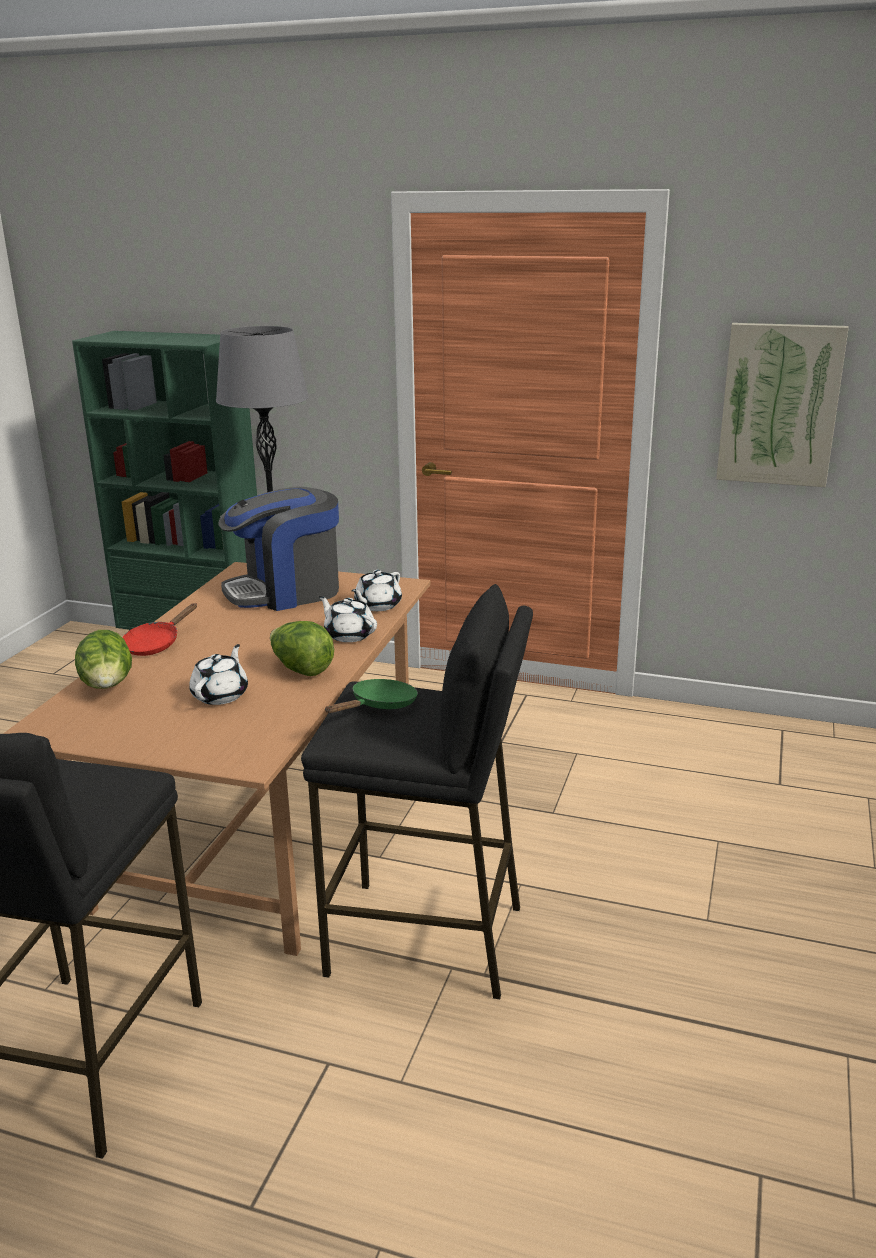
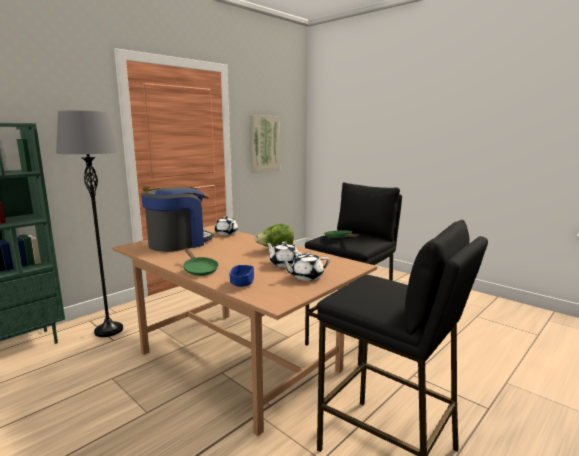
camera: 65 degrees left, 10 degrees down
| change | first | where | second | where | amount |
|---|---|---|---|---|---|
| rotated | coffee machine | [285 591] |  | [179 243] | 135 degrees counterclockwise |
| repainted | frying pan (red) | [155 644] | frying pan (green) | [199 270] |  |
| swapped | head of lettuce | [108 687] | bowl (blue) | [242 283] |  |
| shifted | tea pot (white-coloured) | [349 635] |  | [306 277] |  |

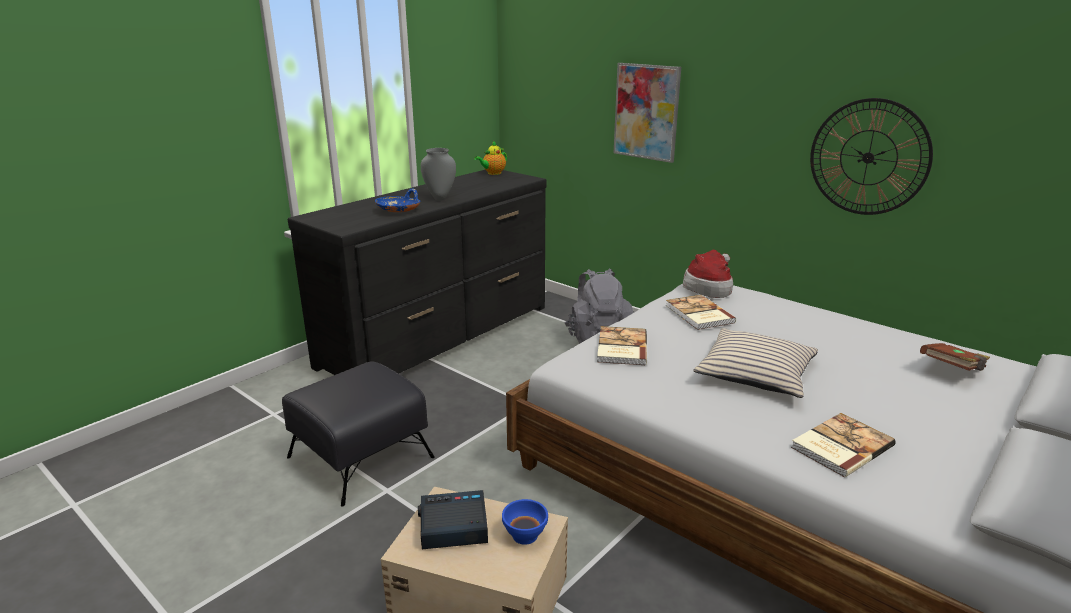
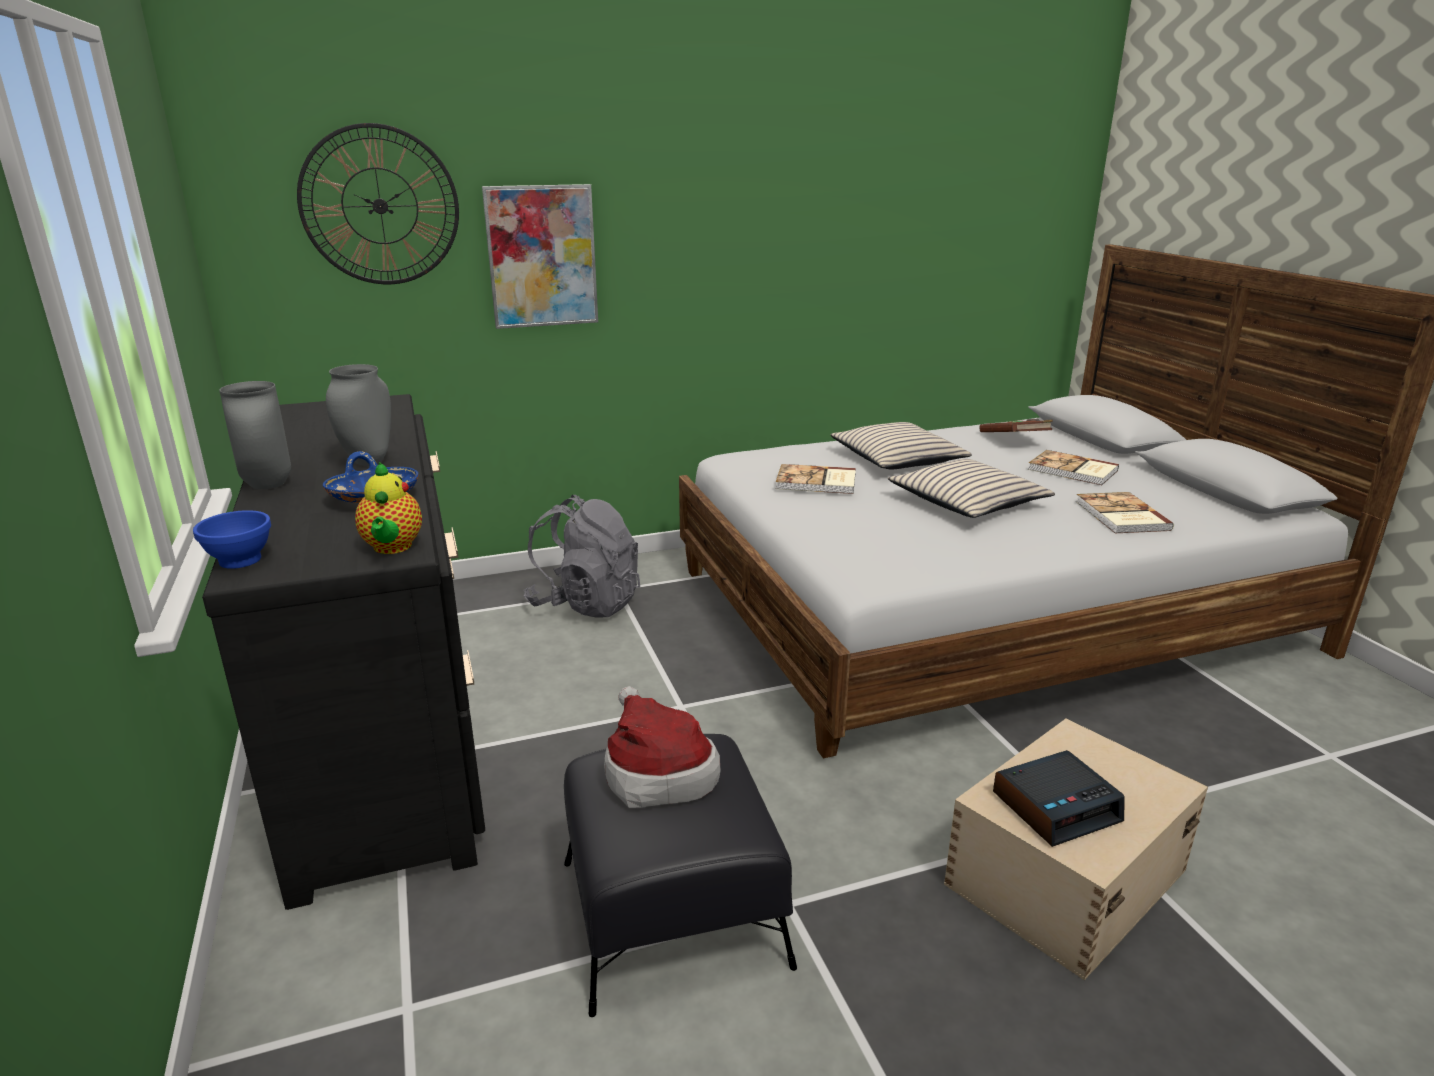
camera: 60 degrees left, 0 degrees up
| change | first | where | second | where | amount |
|---|---|---|---|---|---|
| shifted | bowl (blue) | [525 535] |  | [240 560] |  |
| new |  |  | vase (greyish) | [269 485] |  |
| shifted | wall clock | [868 157] |  | [380 206] |  |
| shifted | tea pot | [493 173] |  | [392 548] |  |
| shifted | clothing hat | [709 287] |  | [657 773] |  |
| new |  |  | pillow (sand-coloured) | [897 459] |  |
| rotated | alarm clock | [453 527] |  | [1056 806] | 135 degrees counterclockwise |
| shifted | book | [620 348] |  | [1073 470] |  |

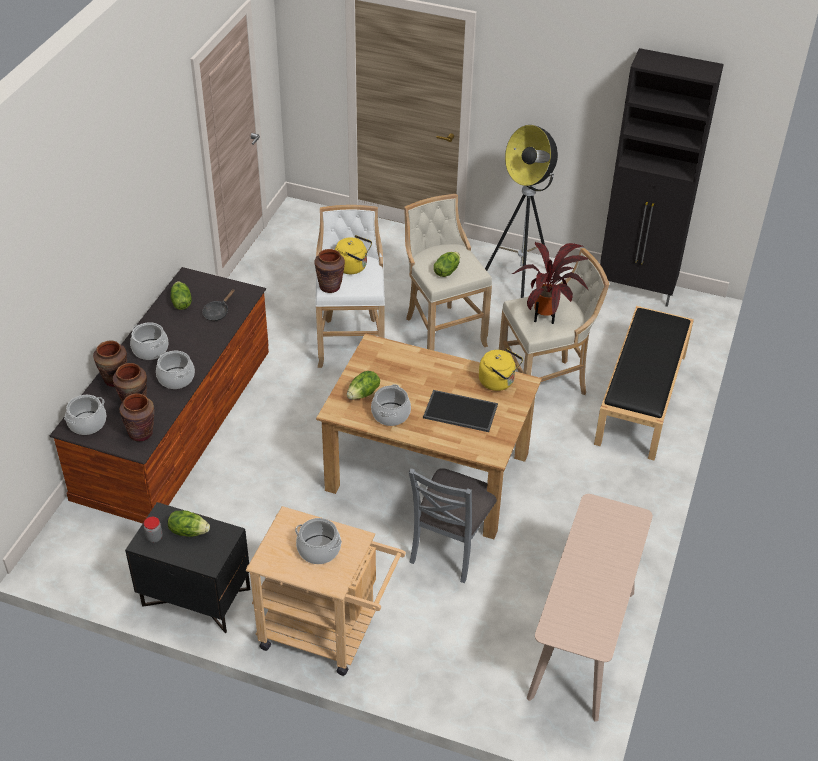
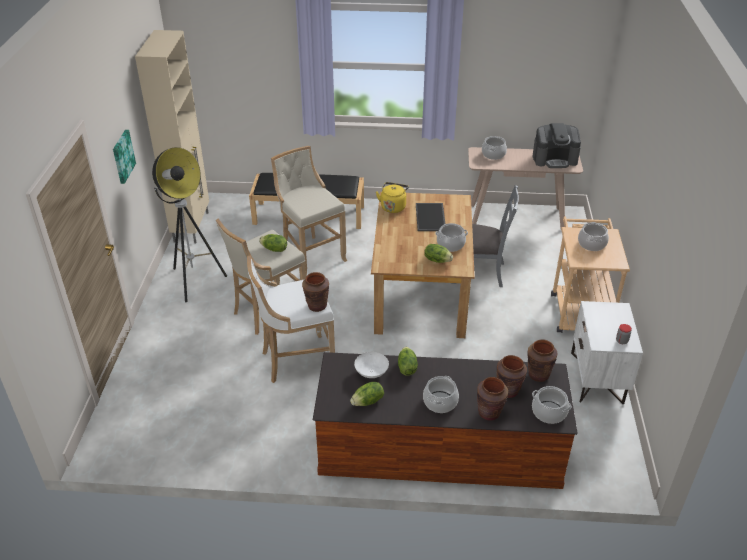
camera: 105 degrees left, 5 degrees down
| change | first | where | second | where | amount |
|---|---|---|---|---|---|
| new |  |  | picture | [122 156] |  |
| repainted | cabinet (black-coloured) | [637 290] | cabinet (sand-coloured) | [192 226] |  |
| swapped | frying pan (black-coloured) | [217 312] | bowl (white-coloured) | [371 373] |  |
| shifted | head of lettuce | [188 531] |  | [406 368] |  |
| shifted | saucepot | [176 378] |  | [493 154] |  |
| new |  |  | coffee machine | [554 159] |  |
| repainted | night table (black-coloured) | [195 598] | night table (white-coloured) | [597 378] |  |
| gone | kettle (yellow-coloured) | [353 267] |  |  |  |
| gone | potted plant | [547 318] |  |  |  |

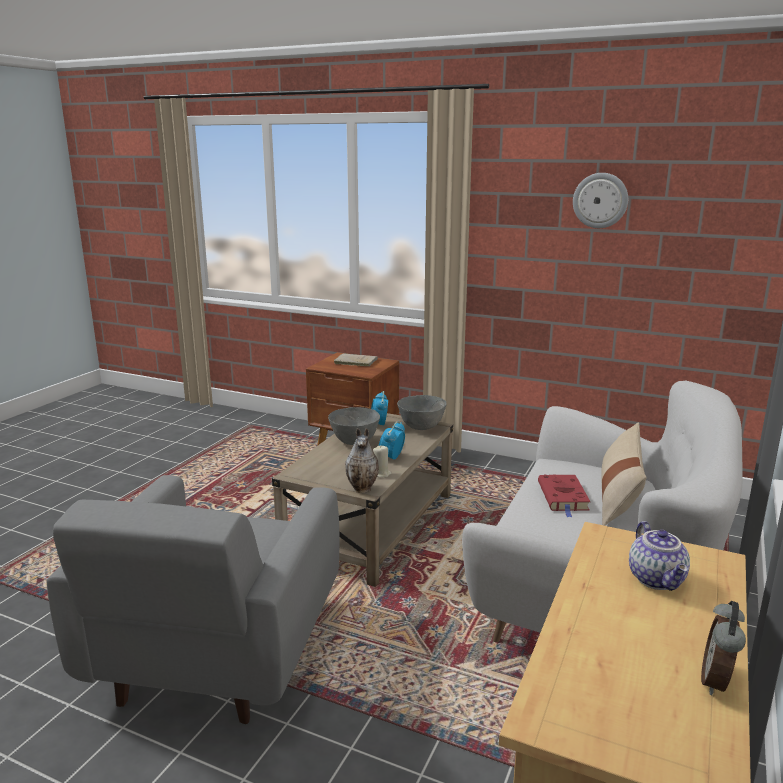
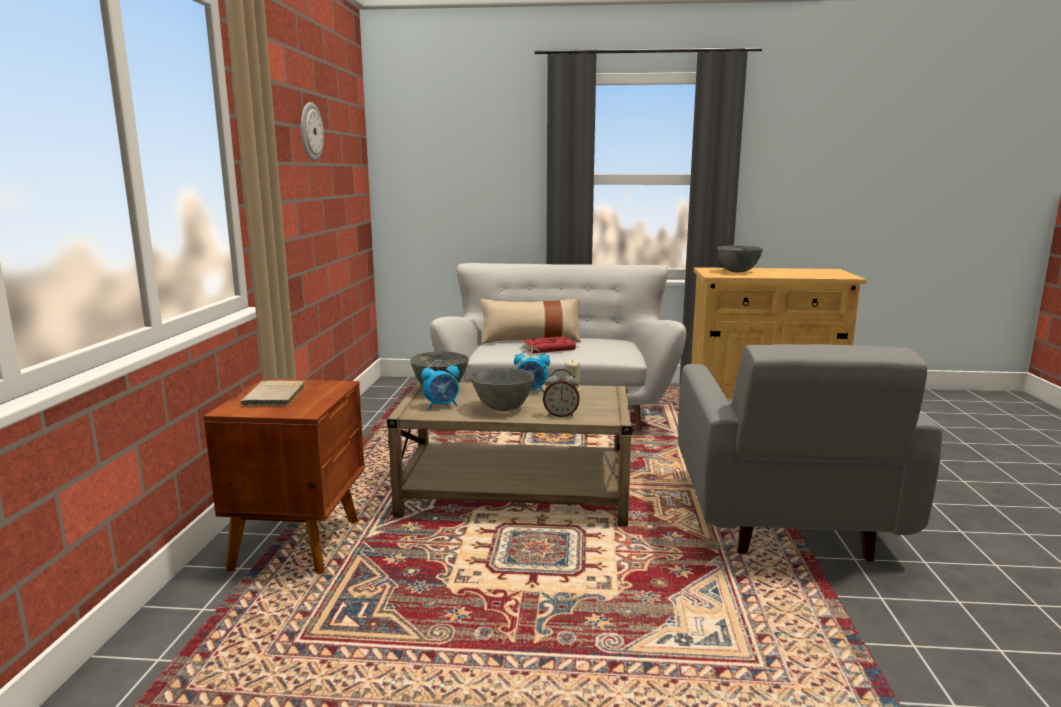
camera: 110 degrees left, 5 degrees down
| change | first | where | second | where | amount |
|---|---|---|---|---|---|
| shifted | alarm clock | [717 682] |  | [561 415] |  |
| rotated | easy chair (greyish) | [216 653] |  | [782 518] | 105 degrees clockwise |
| swapped | tea pot | [657 579] | bowl (greyish) | [737 271] |  |
| gone | vase | [363 489] |  |  |  |

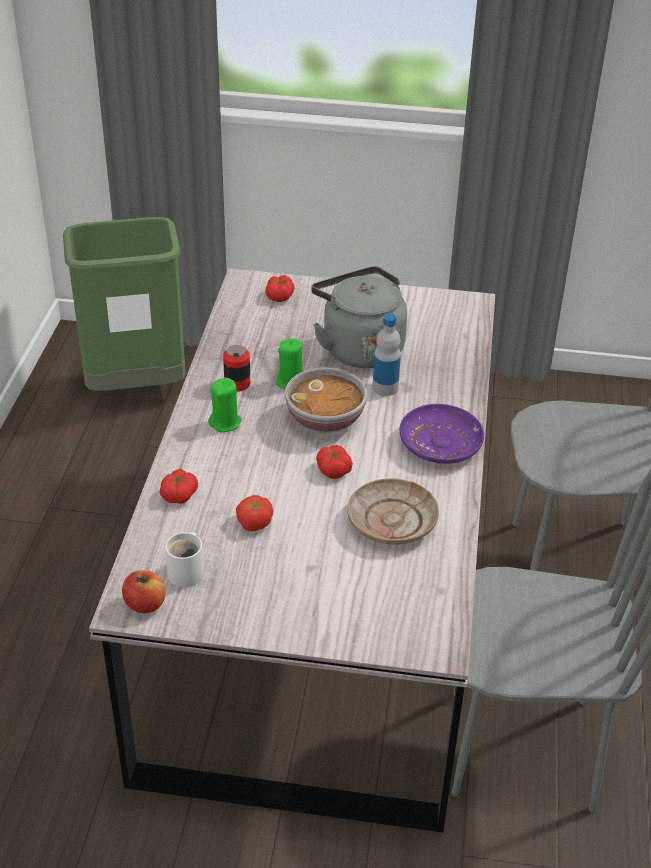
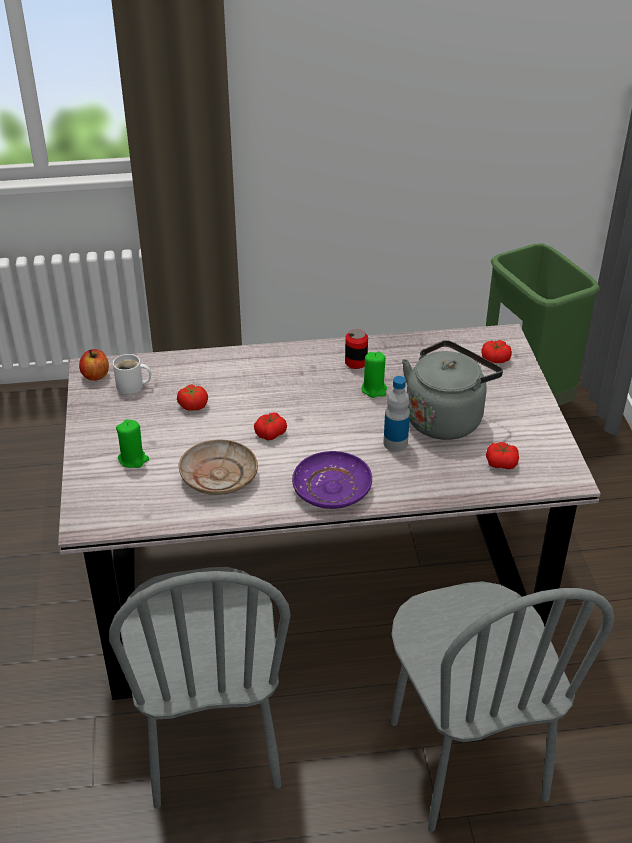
camera: 75 degrees right, 0 degrees up
| change | first | where | second | where | amount |
|---|---|---|---|---|---|
| shifted | candle (green) | [225 423] |  | [133 459] |  |
| shifted | fresh tomato | [179 494] |  | [501 463] |  |
| gone | bowl | [326 420] |  |  |  |

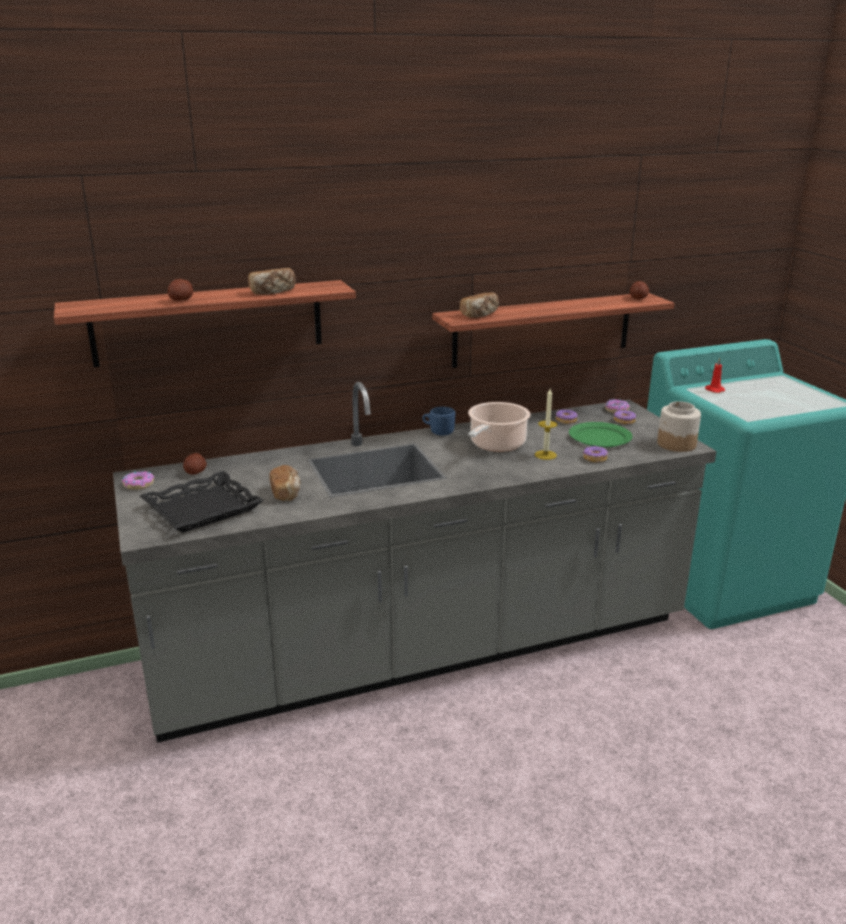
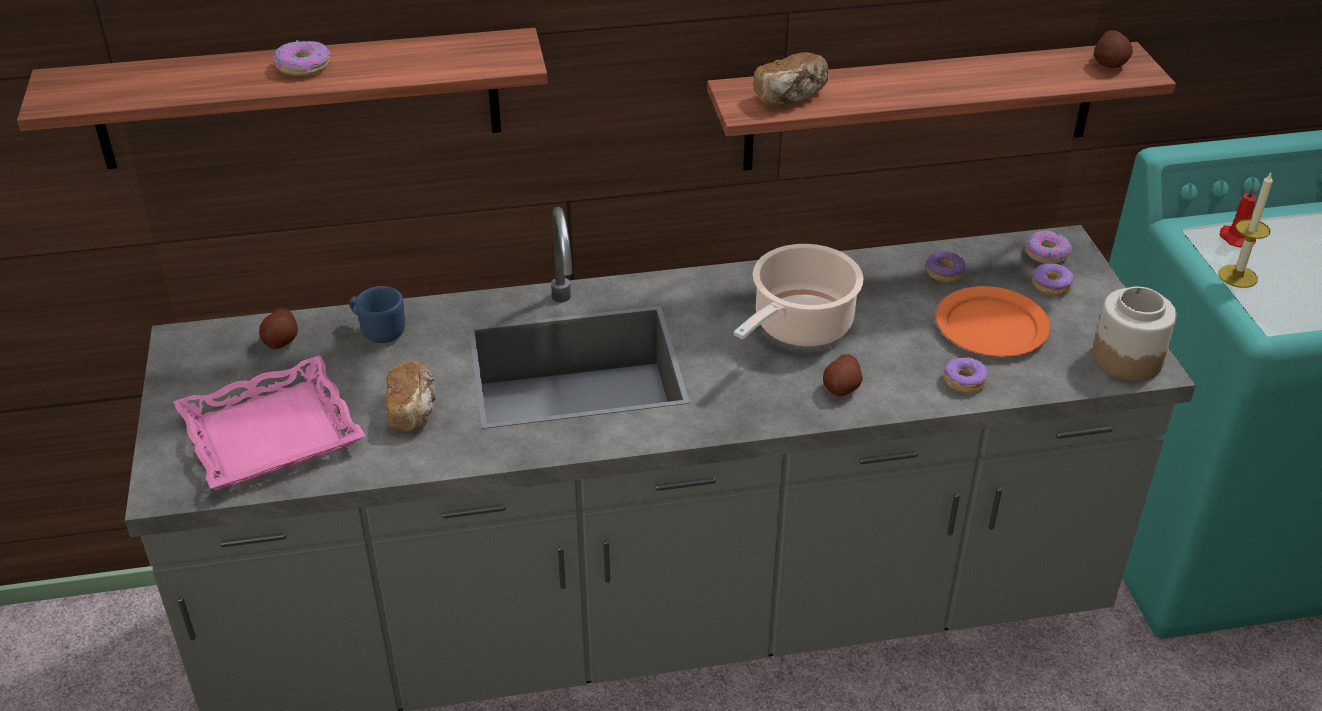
camera: 10 degrees right, 15 degrees up
| change | first | where | second | where | amount |
|---|---|---|---|---|---|
| repainted | serving tray (black-coloured) | [202 509] | serving tray (pink-coloured) | [271 434] |  |
| shifted | doughnut | [139 484] |  | [303 66] |  |
| shifted | mug (blue) | [438 432] |  | [378 330] |  |
| shifted | spud | [182 300] |  | [841 388] |  |
| repainted | flat dish (green) | [600 438] | flat dish (orange-coloured) | [992 327] |  |
| shifted | candle | [545 455] |  | [1237 276] |  |
| gone | bread | [273 292] |  |  |  |

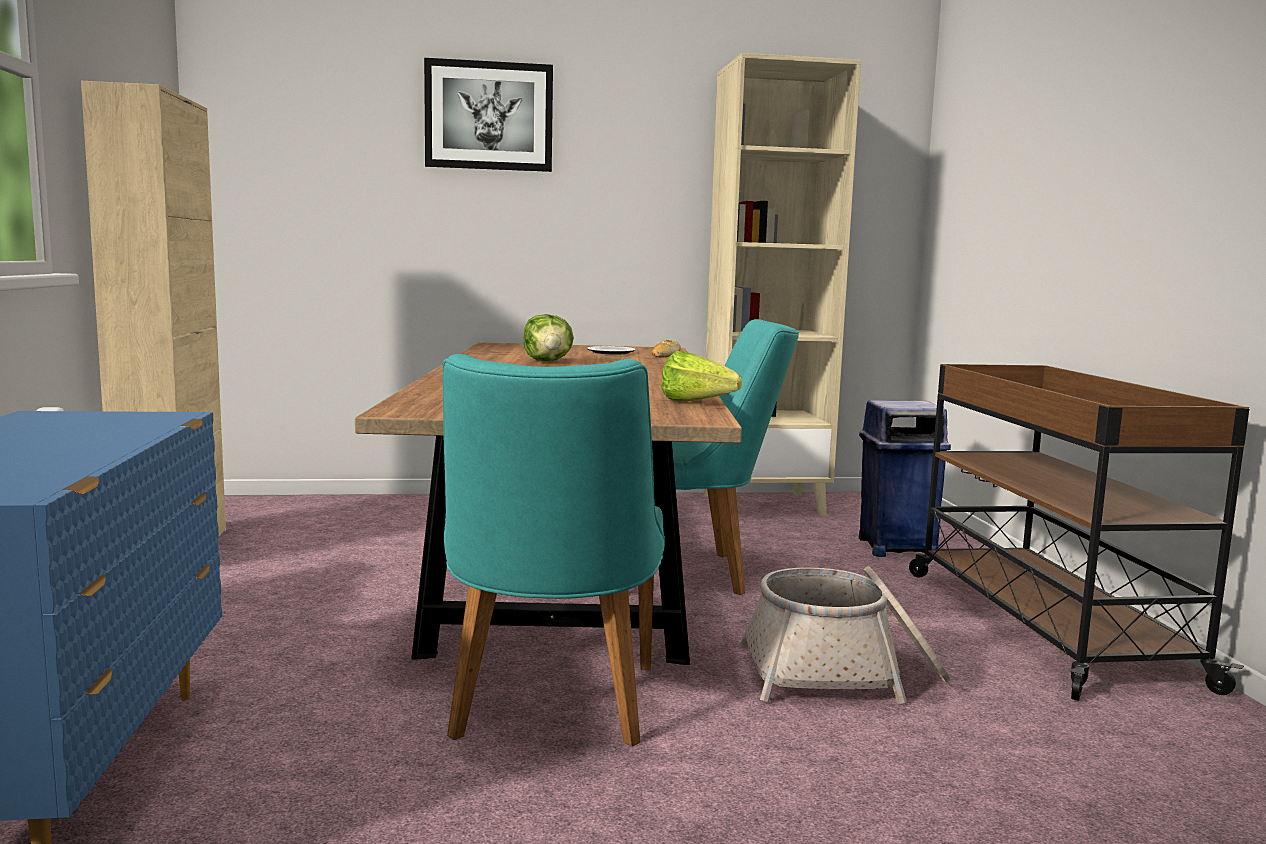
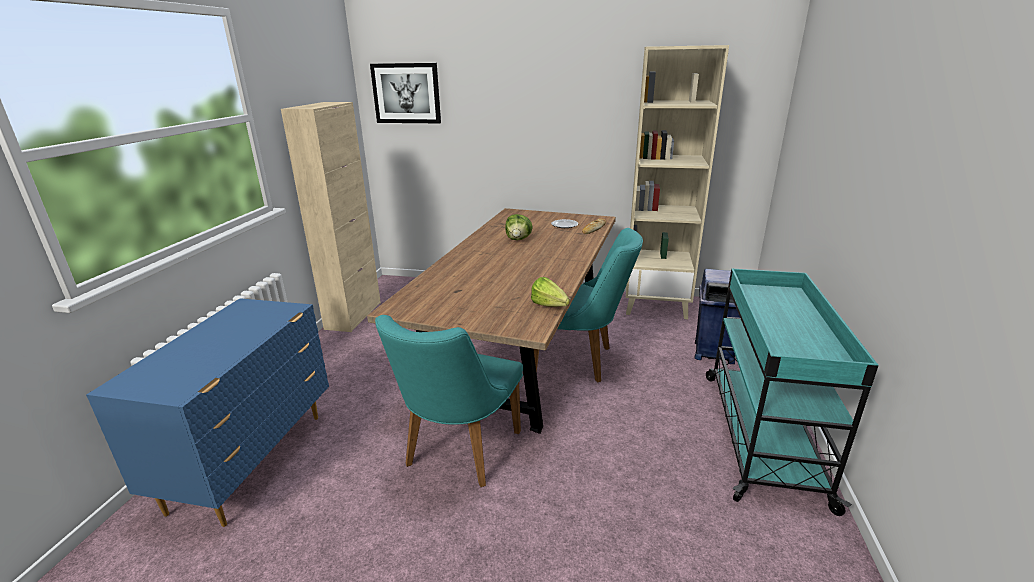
camera: 20 degrees right, 15 degrees up
| change | first | where | second | where | amount |
|---|---|---|---|---|---|
| shifted | picture | [489 116] |  | [406 93] |  |
| repainted | cart (brown-coloured) | [1043 624] | cart (turquoise-coloured) | [760 433] |  |
| gone | basket | [843 674] |  |  |  |

